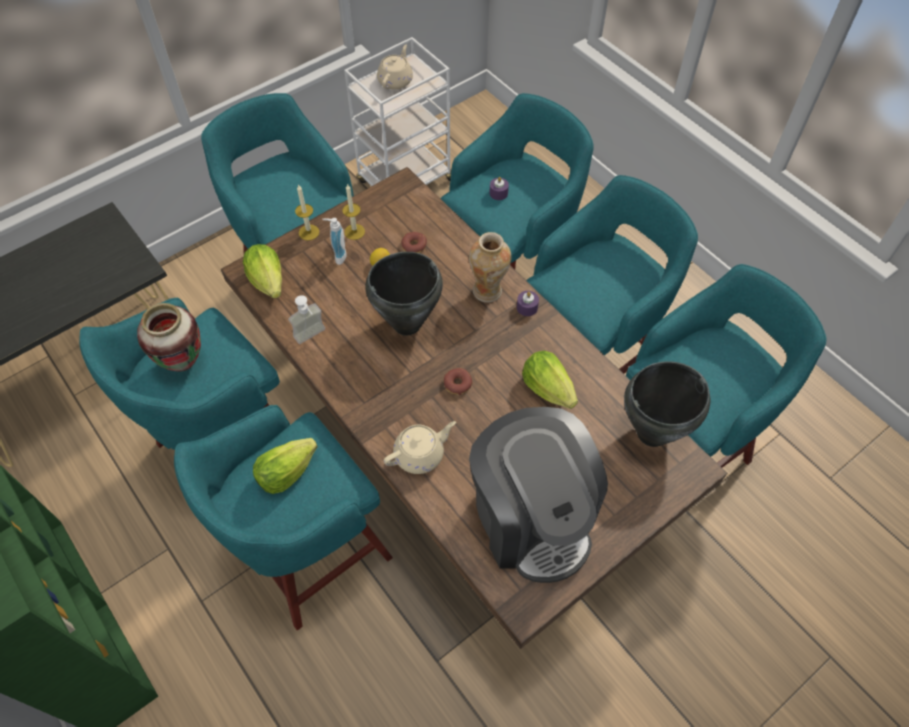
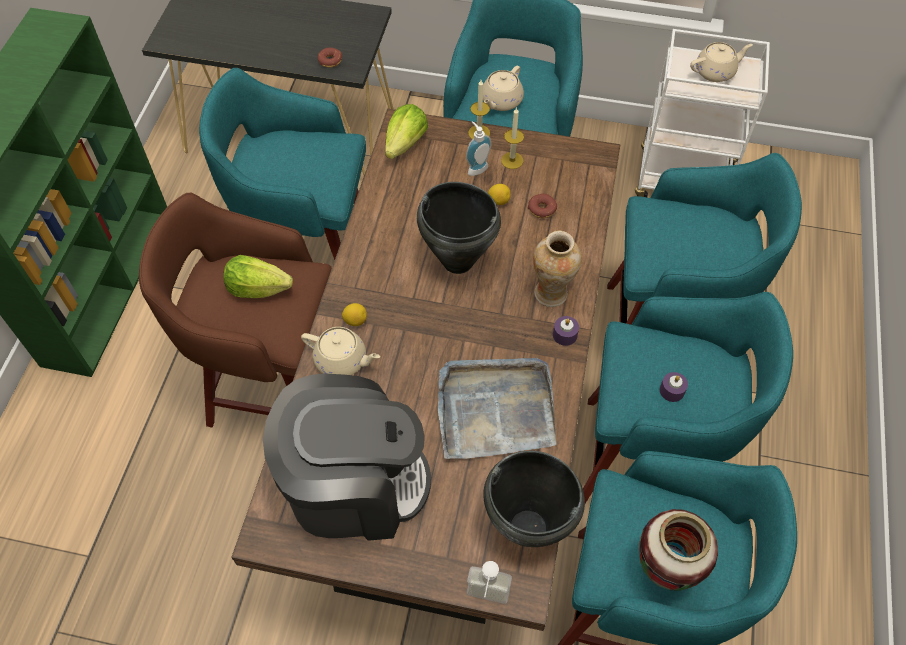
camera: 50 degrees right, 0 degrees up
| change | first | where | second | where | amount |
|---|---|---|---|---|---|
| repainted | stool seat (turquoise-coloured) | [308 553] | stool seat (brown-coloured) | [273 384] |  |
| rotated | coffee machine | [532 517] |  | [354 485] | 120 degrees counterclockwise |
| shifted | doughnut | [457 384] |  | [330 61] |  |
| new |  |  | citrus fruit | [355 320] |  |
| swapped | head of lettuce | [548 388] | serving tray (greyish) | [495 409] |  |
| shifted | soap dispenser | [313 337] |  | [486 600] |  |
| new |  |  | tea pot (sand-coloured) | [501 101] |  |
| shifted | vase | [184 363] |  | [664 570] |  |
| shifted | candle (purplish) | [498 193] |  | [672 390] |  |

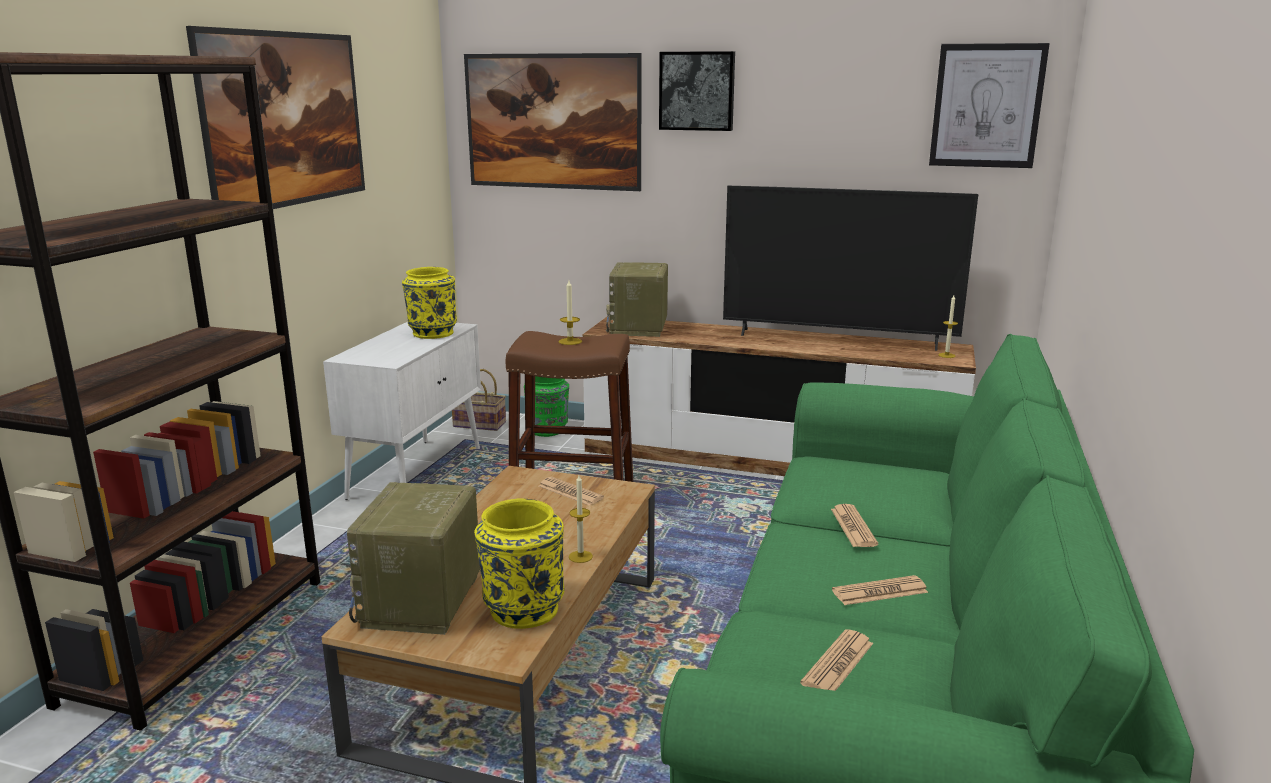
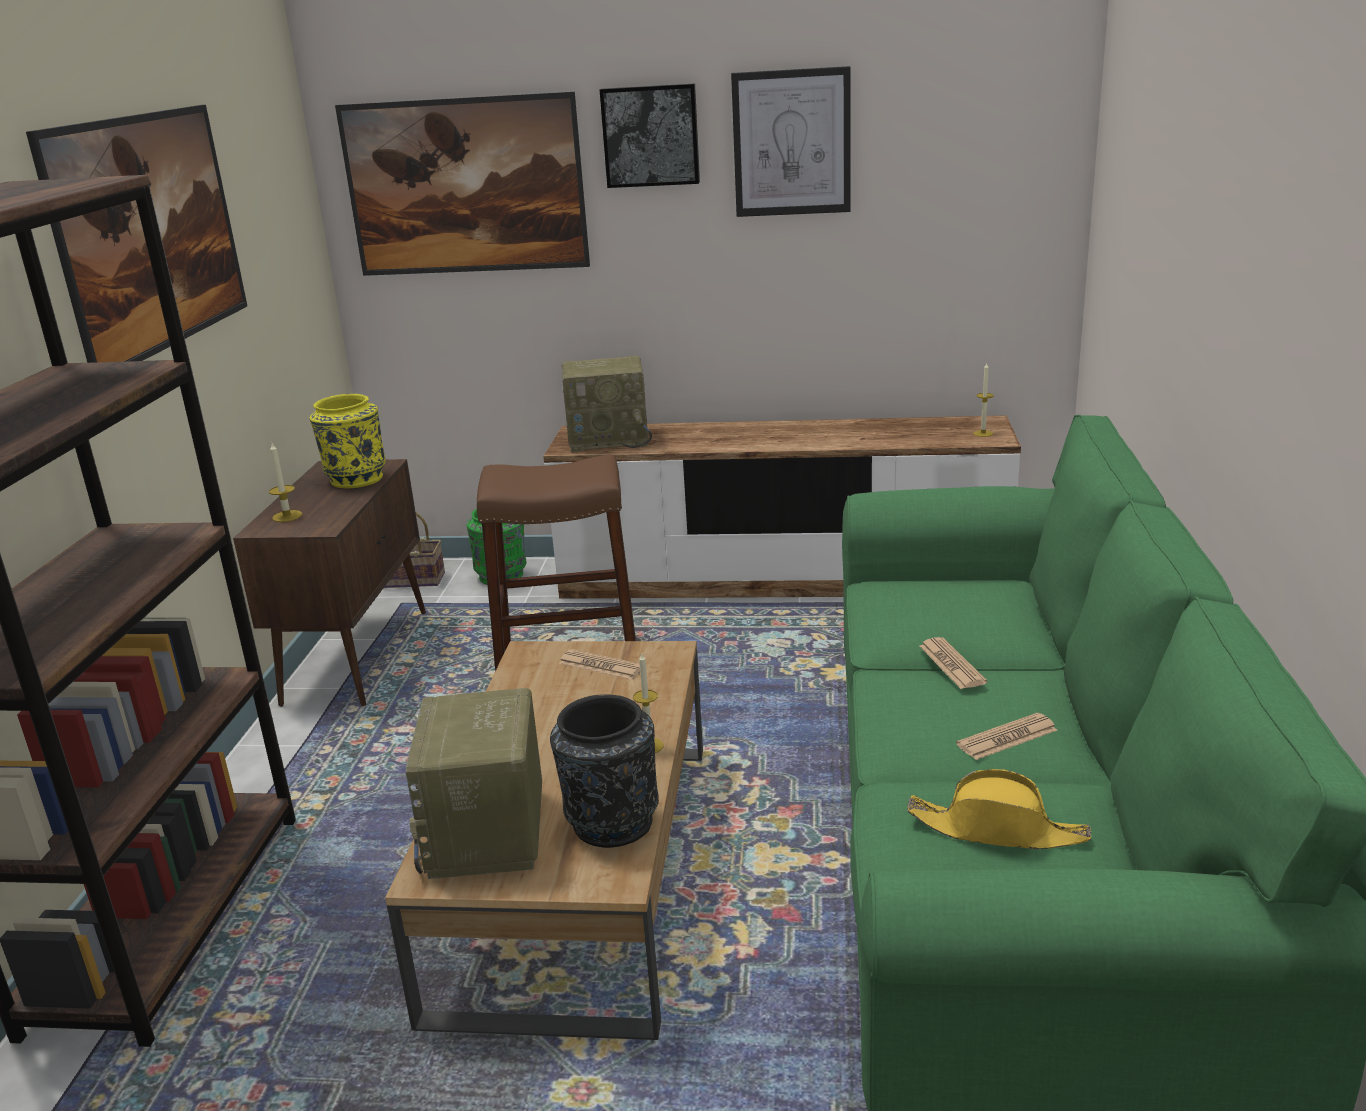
camera: 10 degrees left, 5 degrees up
| change | first | where | second | where | amount |
|---|---|---|---|---|---|
| repainted | cabinet (white-coloured) | [417 472] | cabinet (brown-coloured) | [357 655] |  |
| shifted | candle | [570 341] |  | [287 516] |  |
| repainted | vase (yellow-coloured) | [522 609] | vase (black-coloured) | [610 823] |  |
| rotated | radio receiver | [639 328] |  | [610 439] | 90 degrees counterclockwise |
| shifted | picture | [986 106] |  | [792 143] |  |
| swapped | printed paper | [837 663] | clothing hat (yellow-coloured) | [997 830] |  |
| gone | TV | [837 339] |  |  |  |

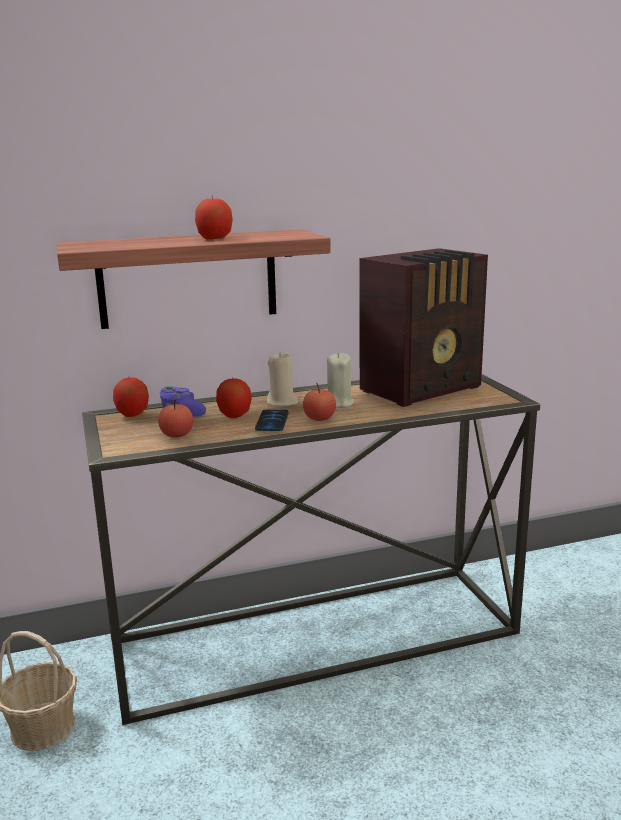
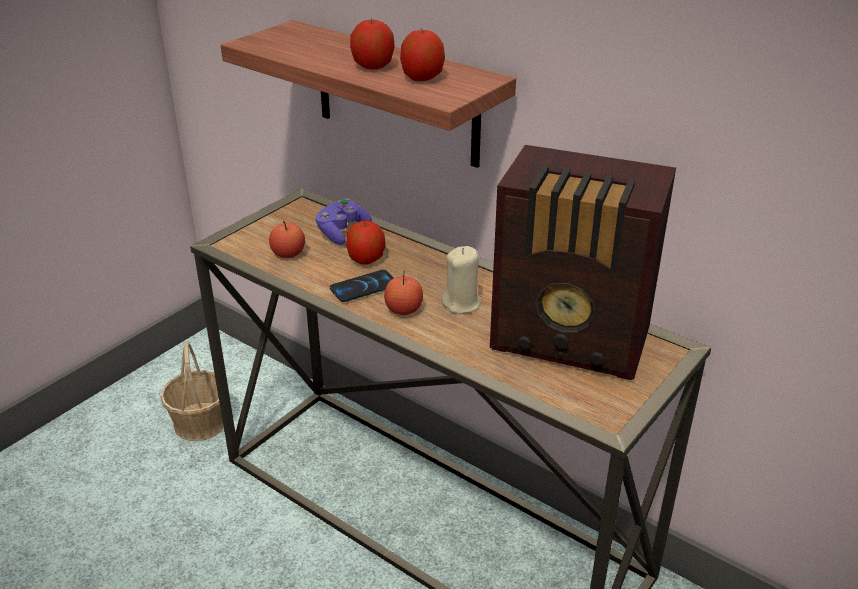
camera: 55 degrees right, 15 degrees up
| change | first | where | second | where | amount |
|---|---|---|---|---|---|
| shifted | apple fruit | [132 414] |  | [422 78] |  |
| gone | candle (sand-coloured) | [282 402] |  |  |  |

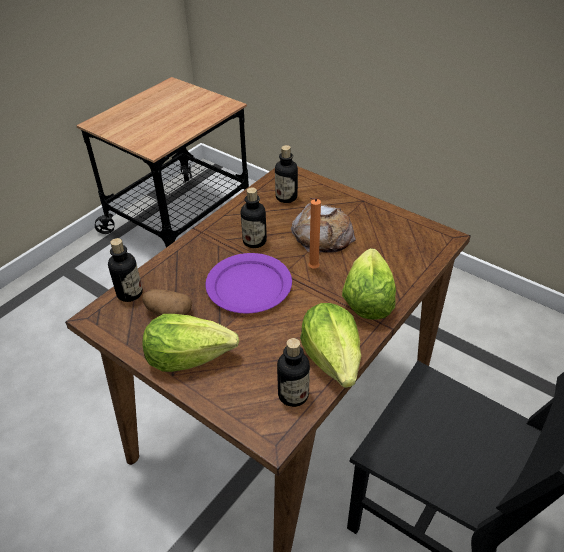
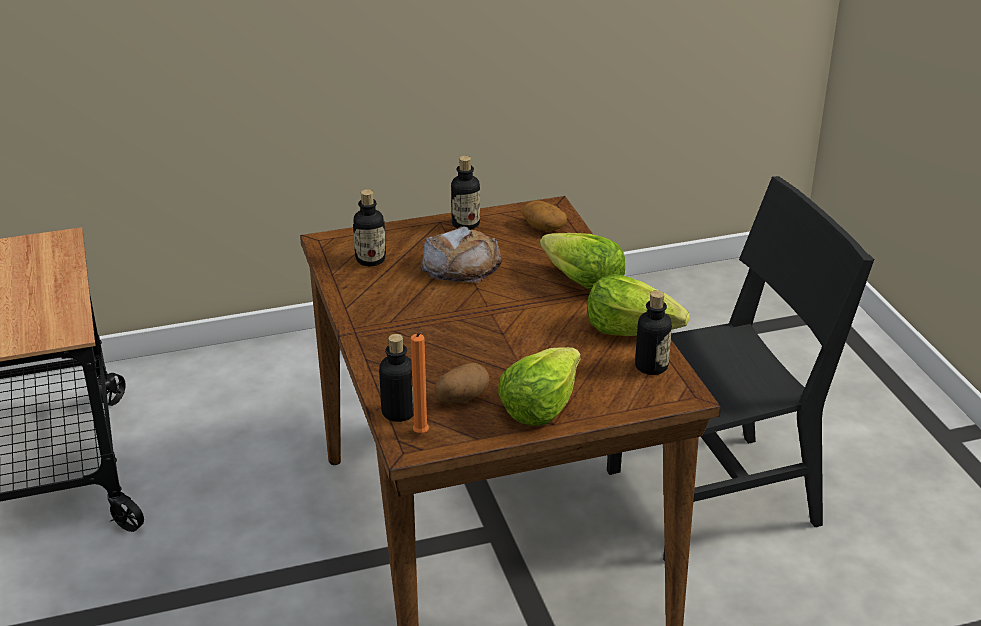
camera: 55 degrees left, 10 degrees down
| change | first | where | second | where | amount |
|---|---|---|---|---|---|
| shifted | candle (orange-coloured) | [312 269] |  | [421 435] |  |
| shifted | beverage bottle | [254 241] |  | [465 224] |  |
| new |  |  | spud | [543 227] |  |
| gone | flat dish (purplish) | [248 286] |  |  |  |

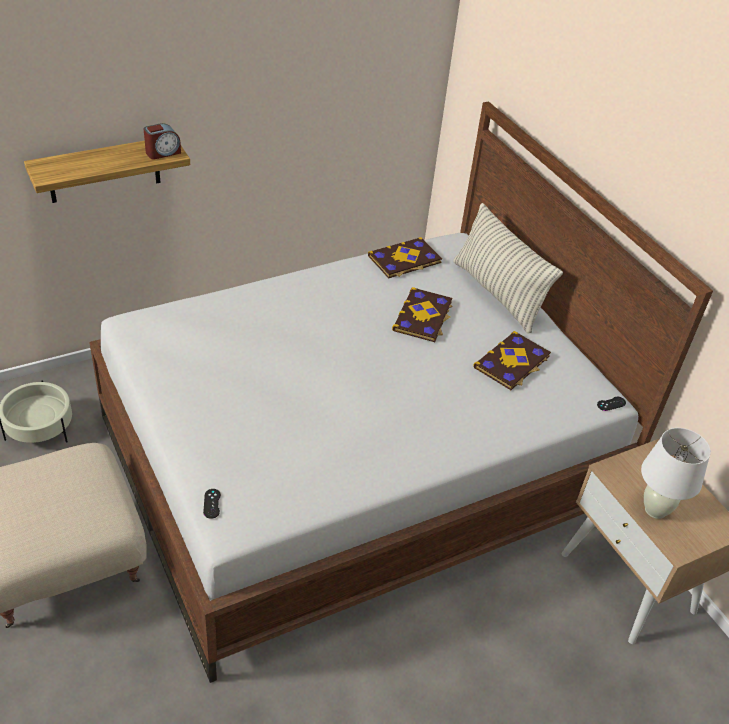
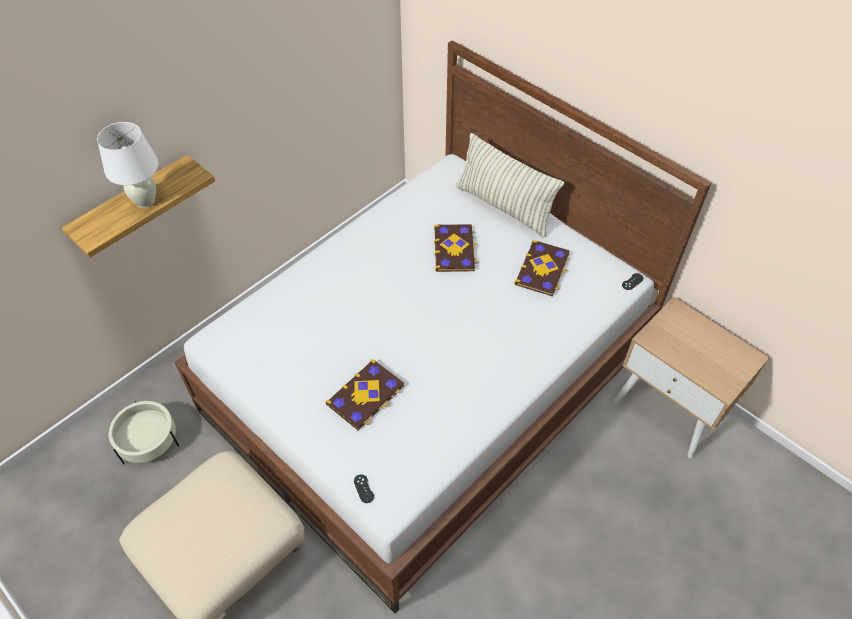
camera: 15 degrees left, 10 degrees up
| change | first | where | second | where | amount |
|---|---|---|---|---|---|
| shifted | lamp for a table (white-coloured) | [655 510] |  | [146 201] |  |
| shifted | book | [405 260] |  | [366 396] |  |
| gone | alarm clock | [163 152] |  |  |  |

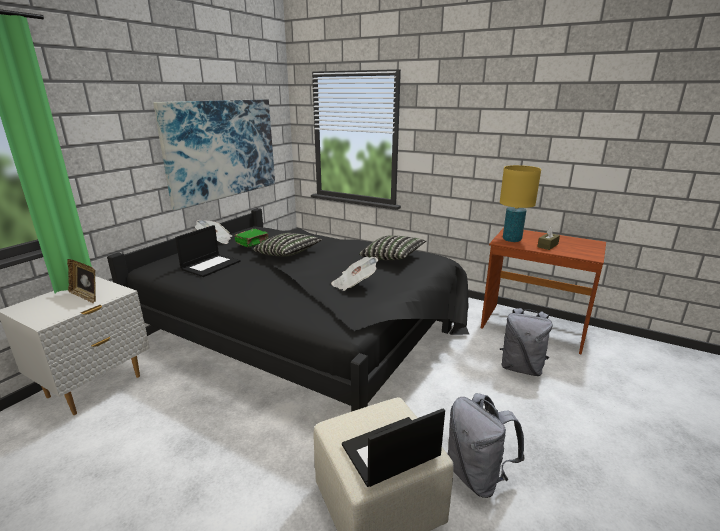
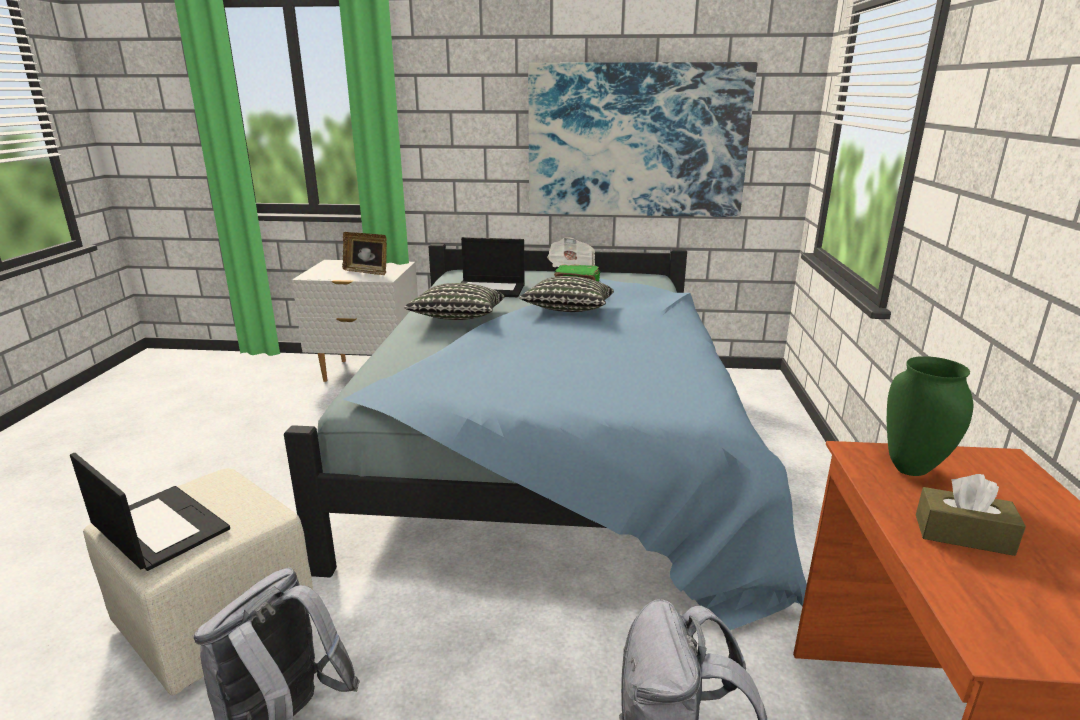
camera: 65 degrees right, 0 degrees up
| change | first | where | second | where | amount |
|---|---|---|---|---|---|
| repainted | sleeping bed (black-coloured) | [308 336] | sleeping bed (blue) | [555 451] |  |
| rotated | standing frame | [86 296] |  | [367 272] | 75 degrees counterclockwise |
| shifted | pillow | [392 258] |  | [458 319] |  |
| swapped | lamp for a table (yellow-coloured) | [512 239] | vase (green) | [913 469] |  |
| gone | printed paper | [354 284] |  |  |  |

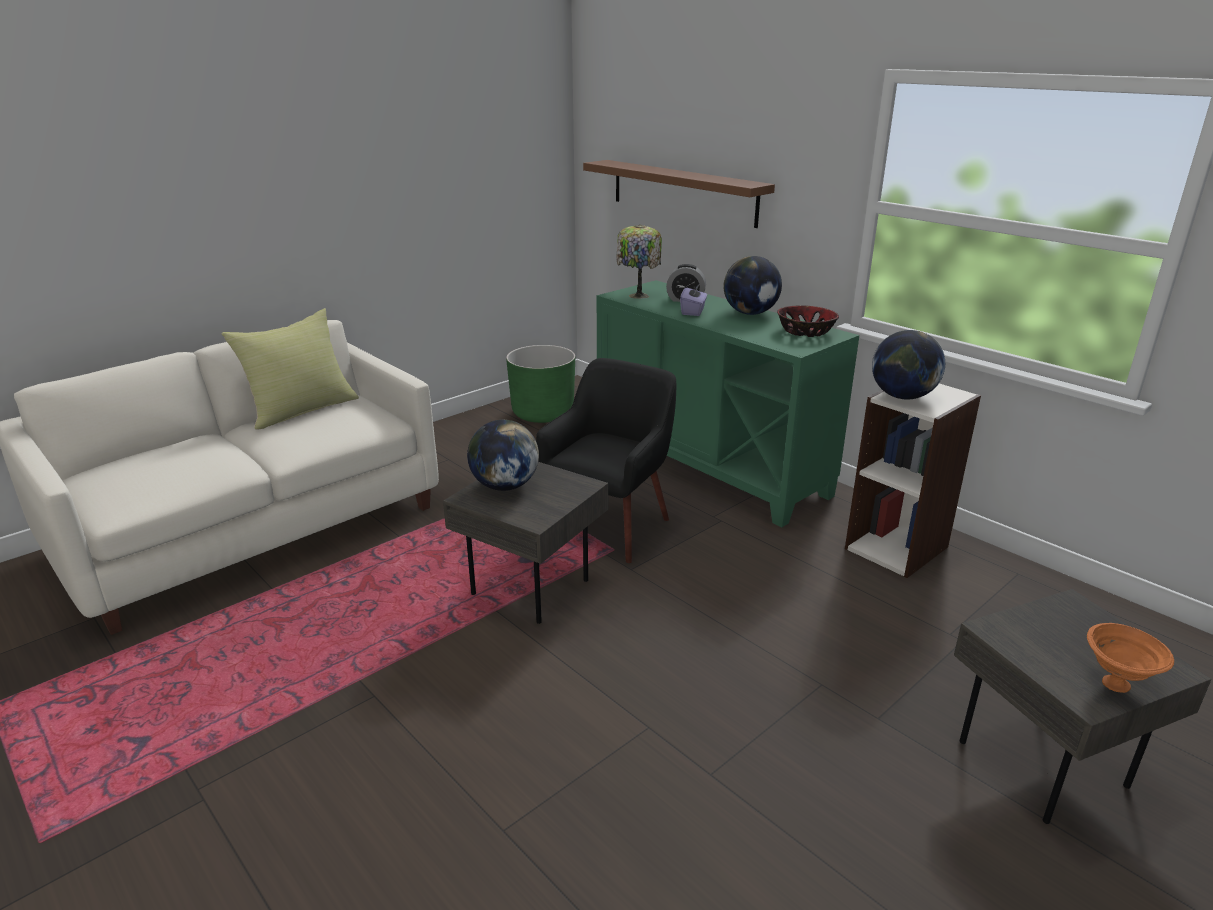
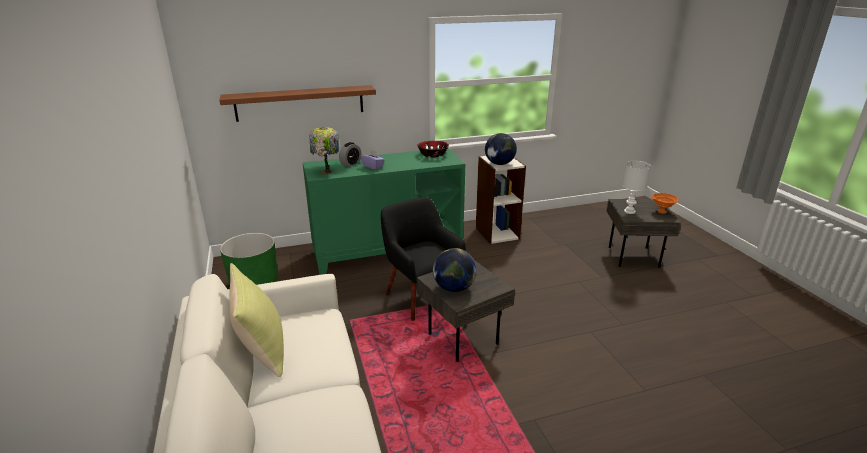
camera: 65 degrees left, 0 degrees up
| change | first | where | second | where | amount |
|---|---|---|---|---|---|
| new |  |  | lamp for a table (white-coloured) | [629 211] |  |
| gone | desk globe | [750 313] |  |  |  |

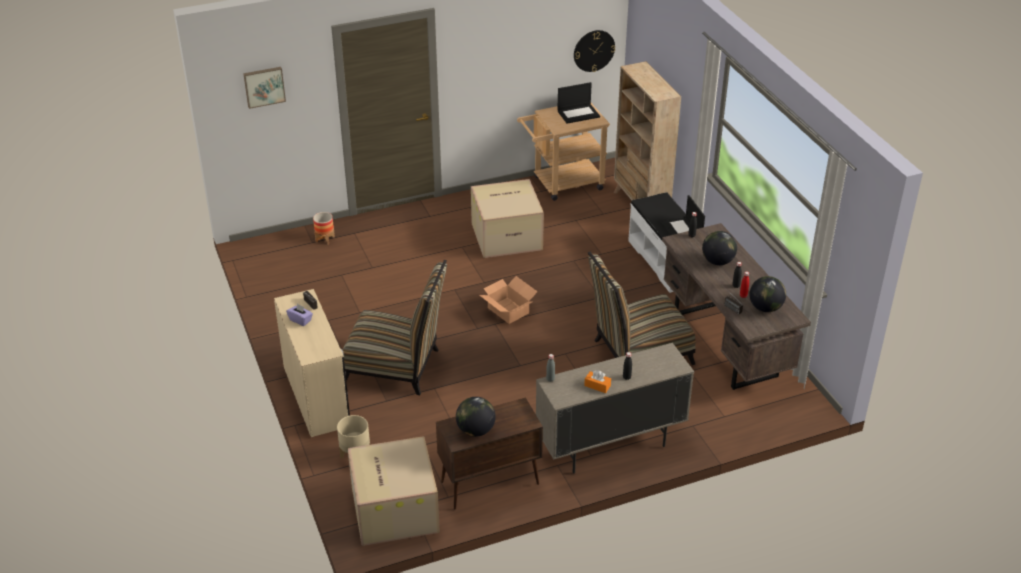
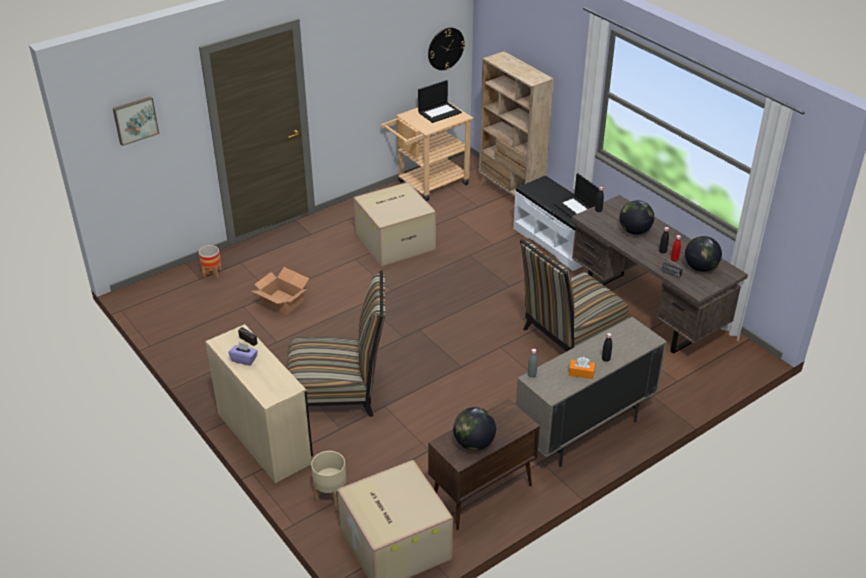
camera: 15 degrees left, 0 degrees up
| change | first | where | second | where | amount |
|---|---|---|---|---|---|
| shifted | cardboard box | [508 310] |  | [282 302] |  |

